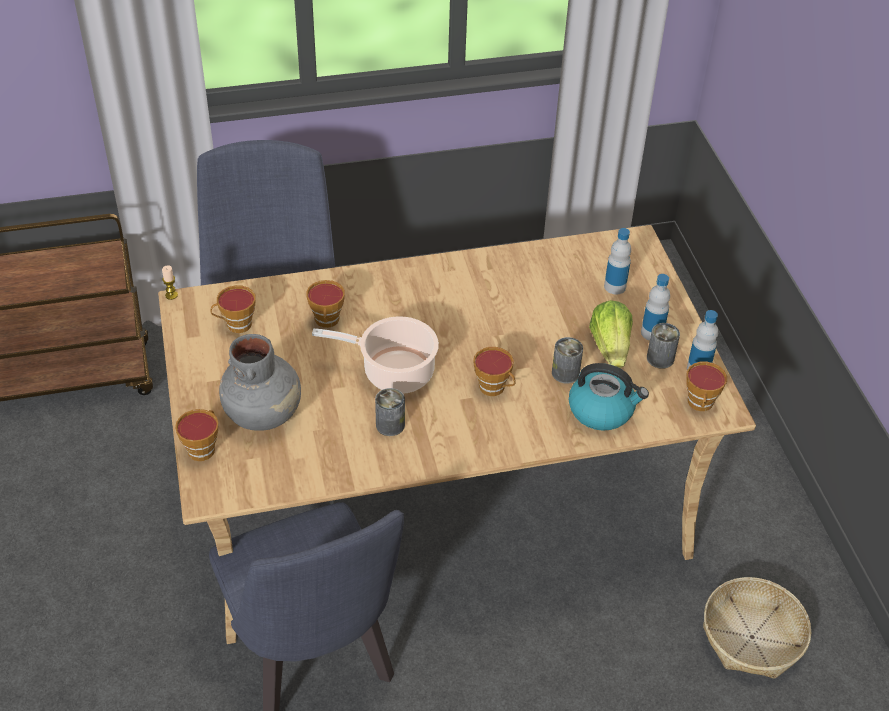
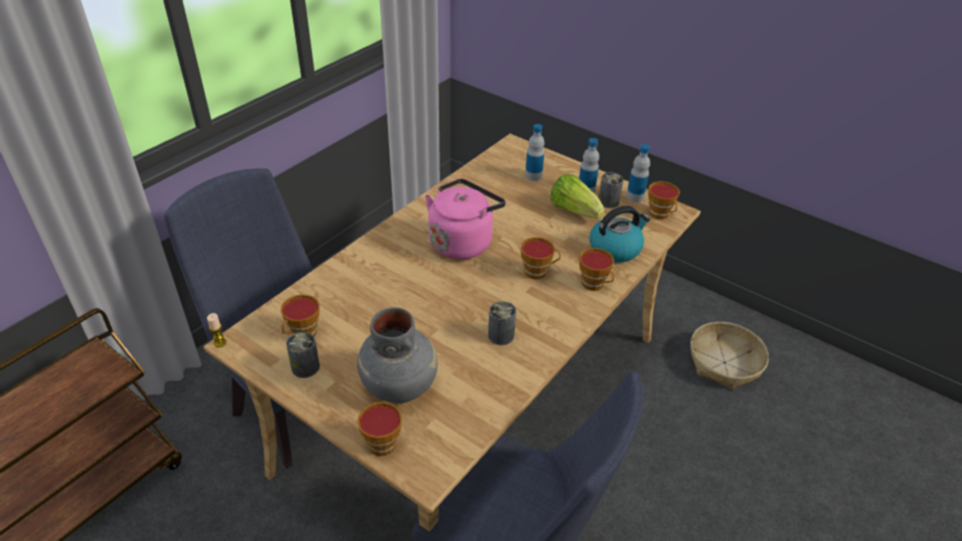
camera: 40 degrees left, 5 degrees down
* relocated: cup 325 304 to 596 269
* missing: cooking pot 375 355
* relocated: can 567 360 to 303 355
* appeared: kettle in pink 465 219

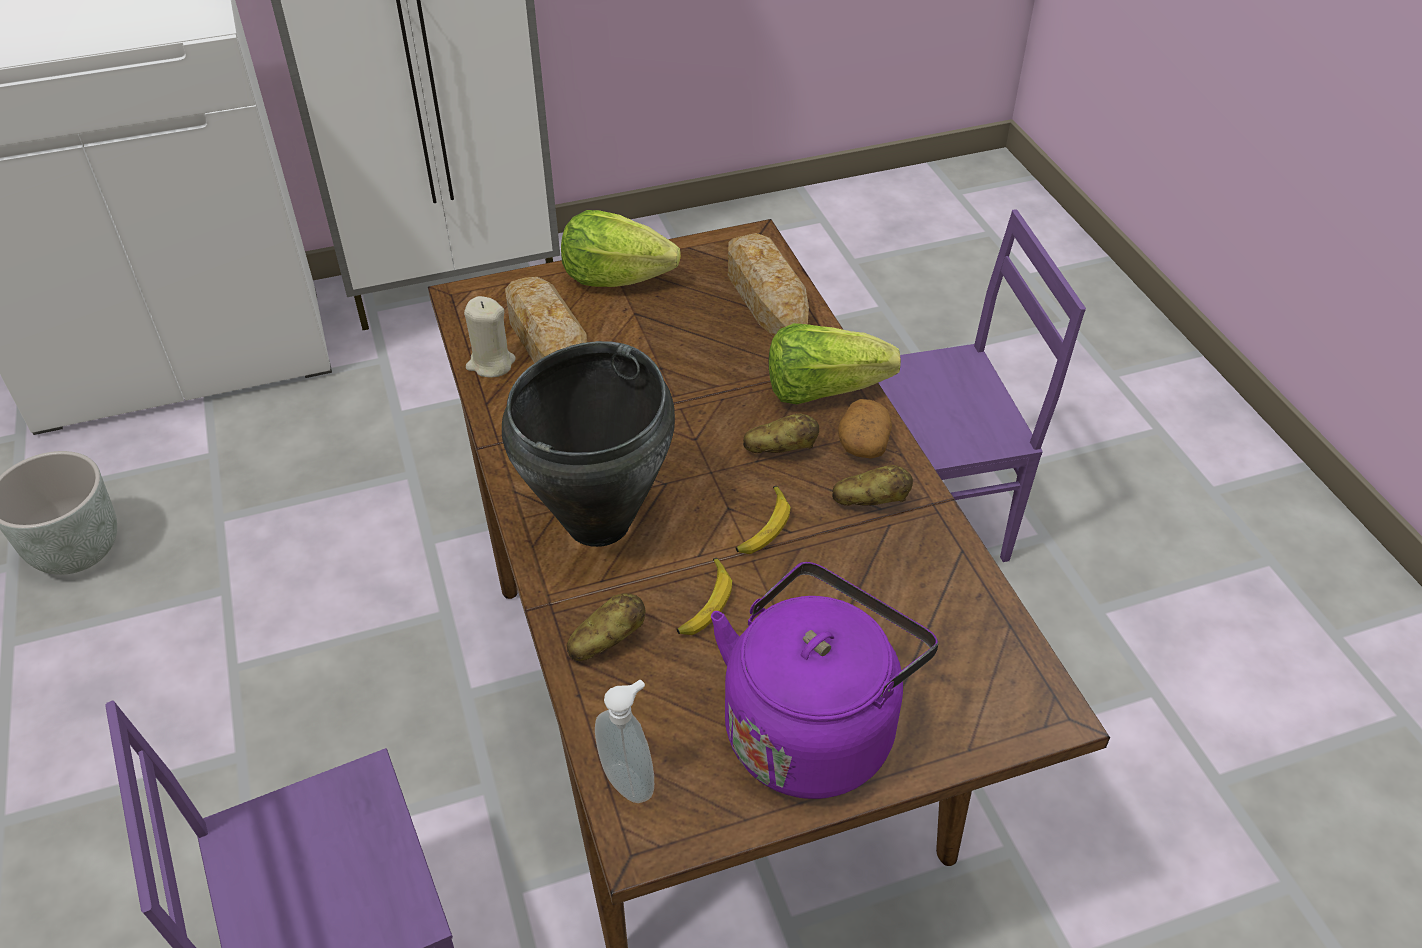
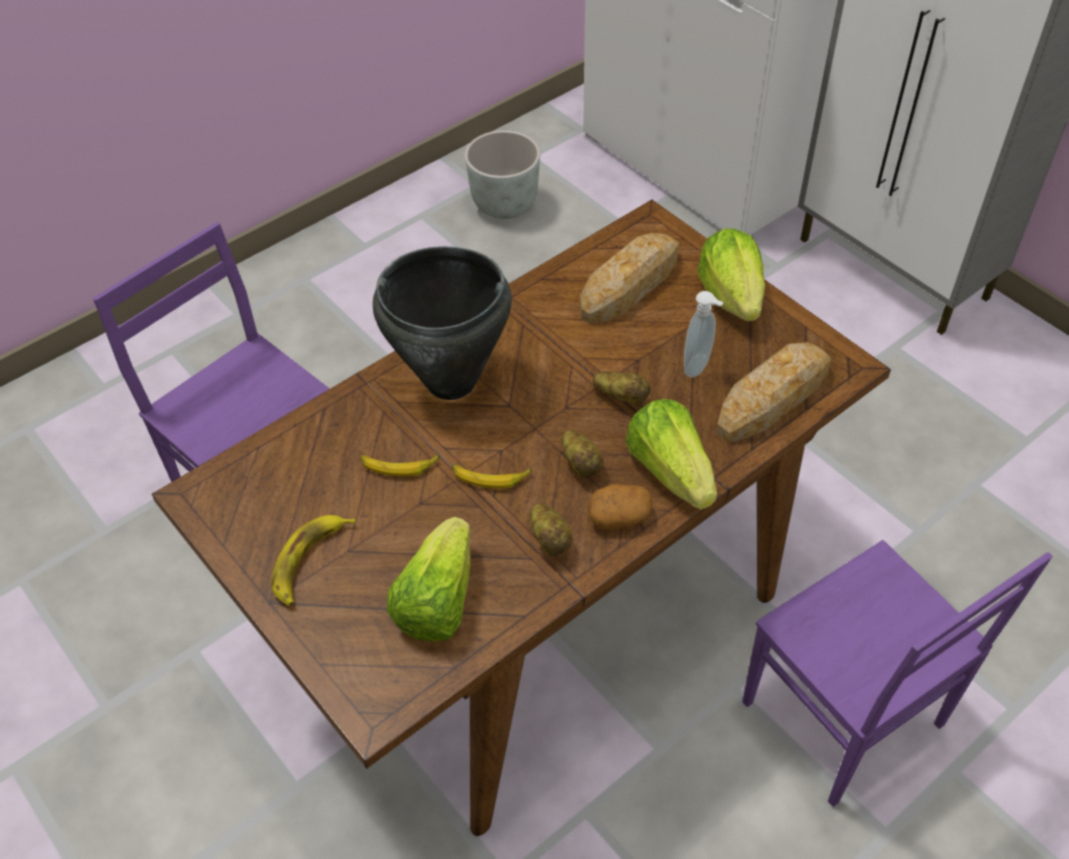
camera: 70 degrees right, 5 degrees up
* missing: candle in beige 490 337
* relocated: potato 606 627 to 622 388
* relocated: soap dispenser 624 741 to 704 334
* exchanged: kettle in purple 824 680 to banana 313 560
* appeared: lettuce 428 579

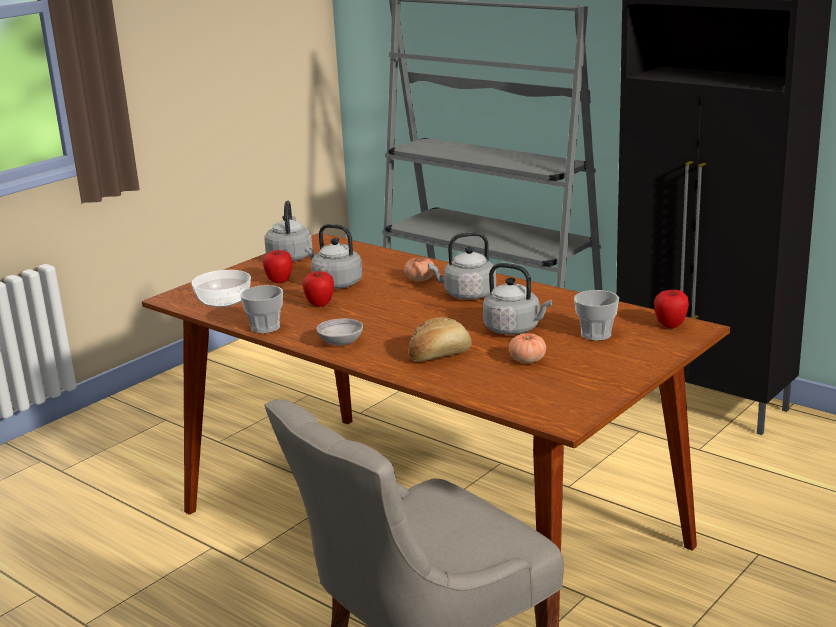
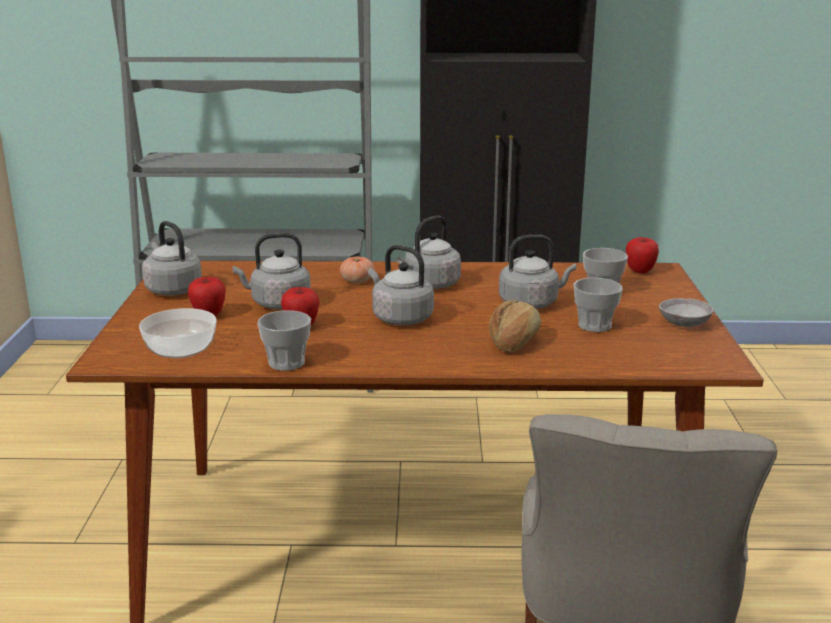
camera: 40 degrees left, 0 degrees up
* relocated: bowl in grey 340 331 to 686 312
* exchanged: tomato 527 348 to cup 598 305
* appeared: kettle in grey 401 285

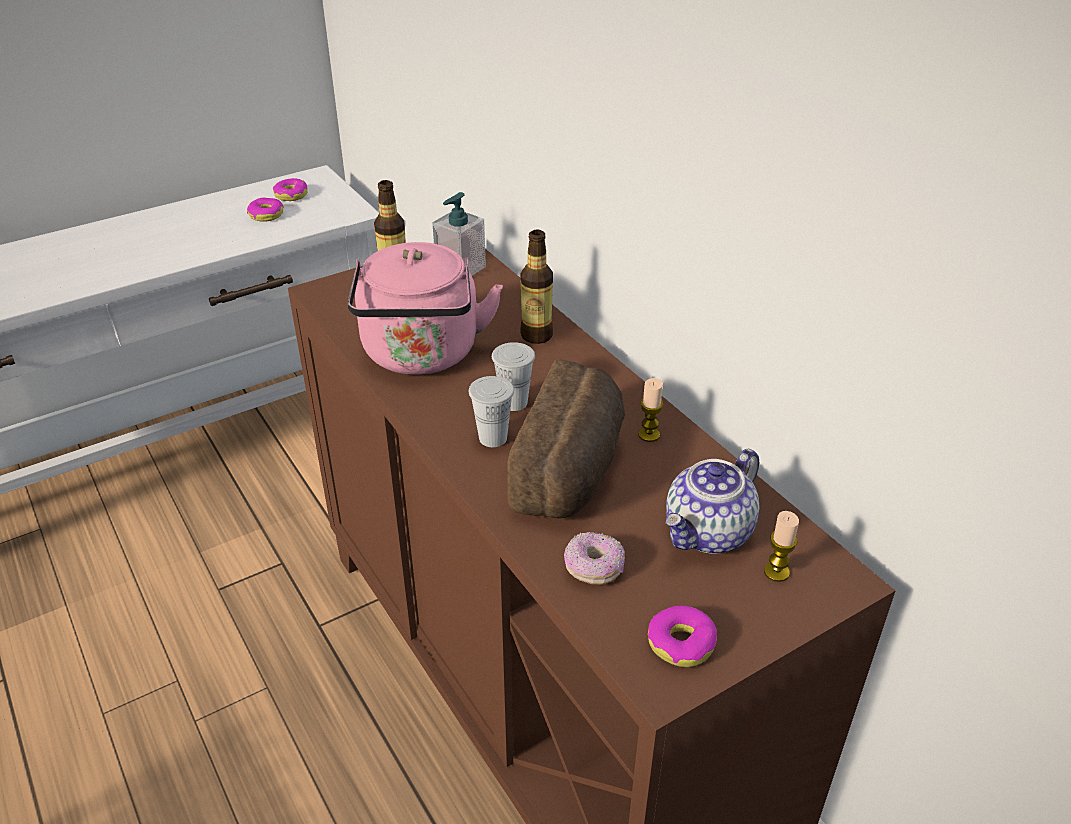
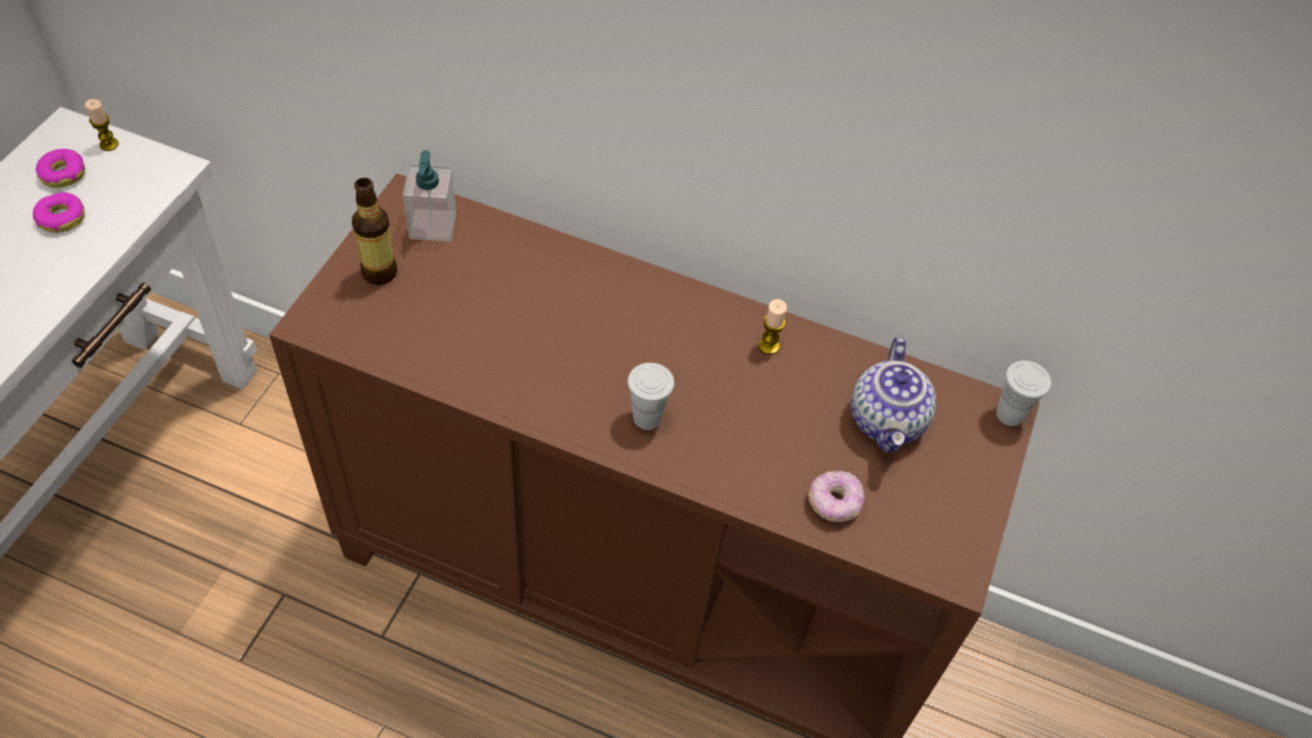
camera: 40 degrees left, 15 degrees up
* missing: kettle in pink 425 308
* relocated: cup in white 513 376 to 1023 393
* missing: bread 566 438
* missing: bottle 536 287
* missing: donut 682 636
* relocated: candle 781 546 to 102 125

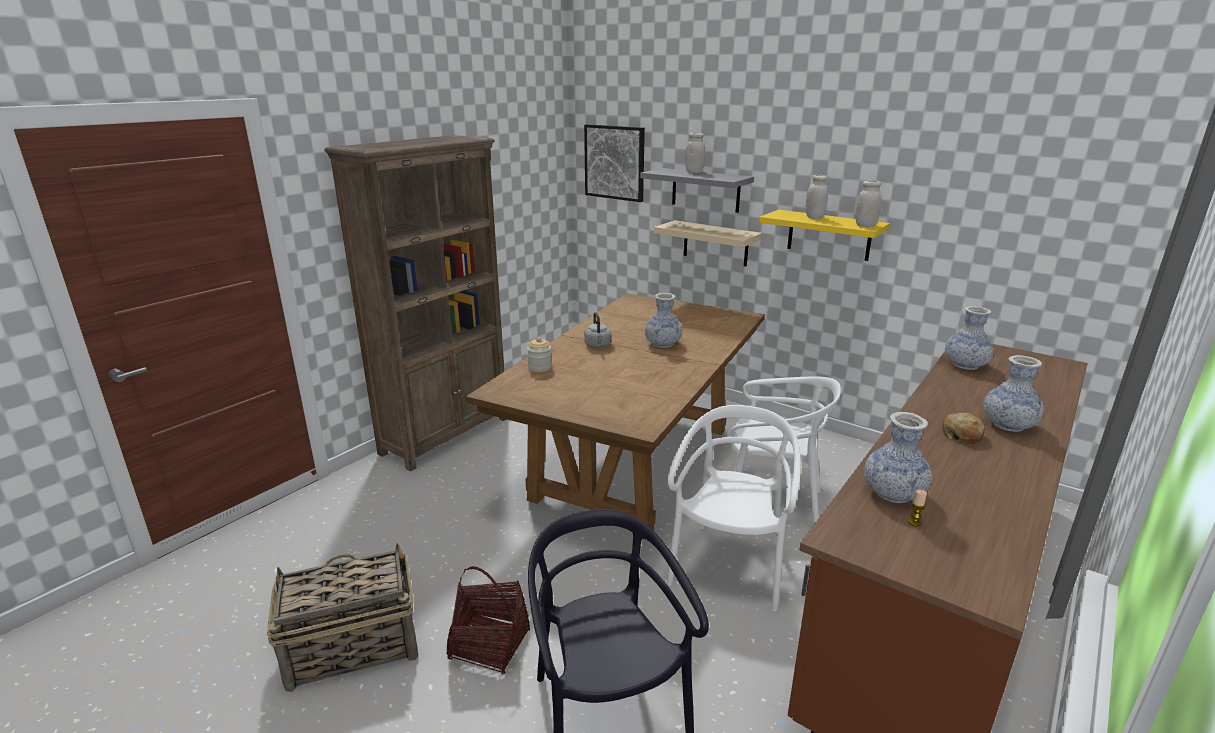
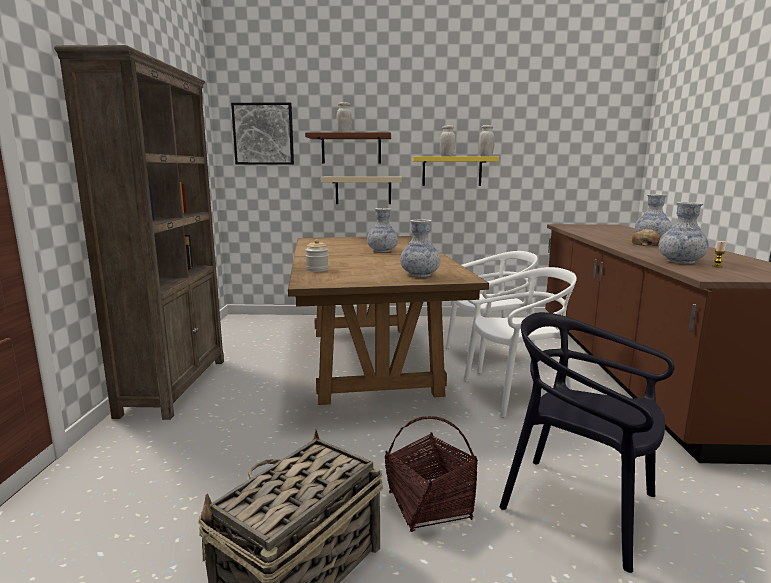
camera: 35 degrees left, 10 degrees down
* missing: kettle in grey 598 330
* colour: shelf in grey 697 190 to shelf in brown 348 148
* spun: chair in white 734 508 = 520 342 90 degrees clockwise
* relocated: vase 969 338 to 420 248

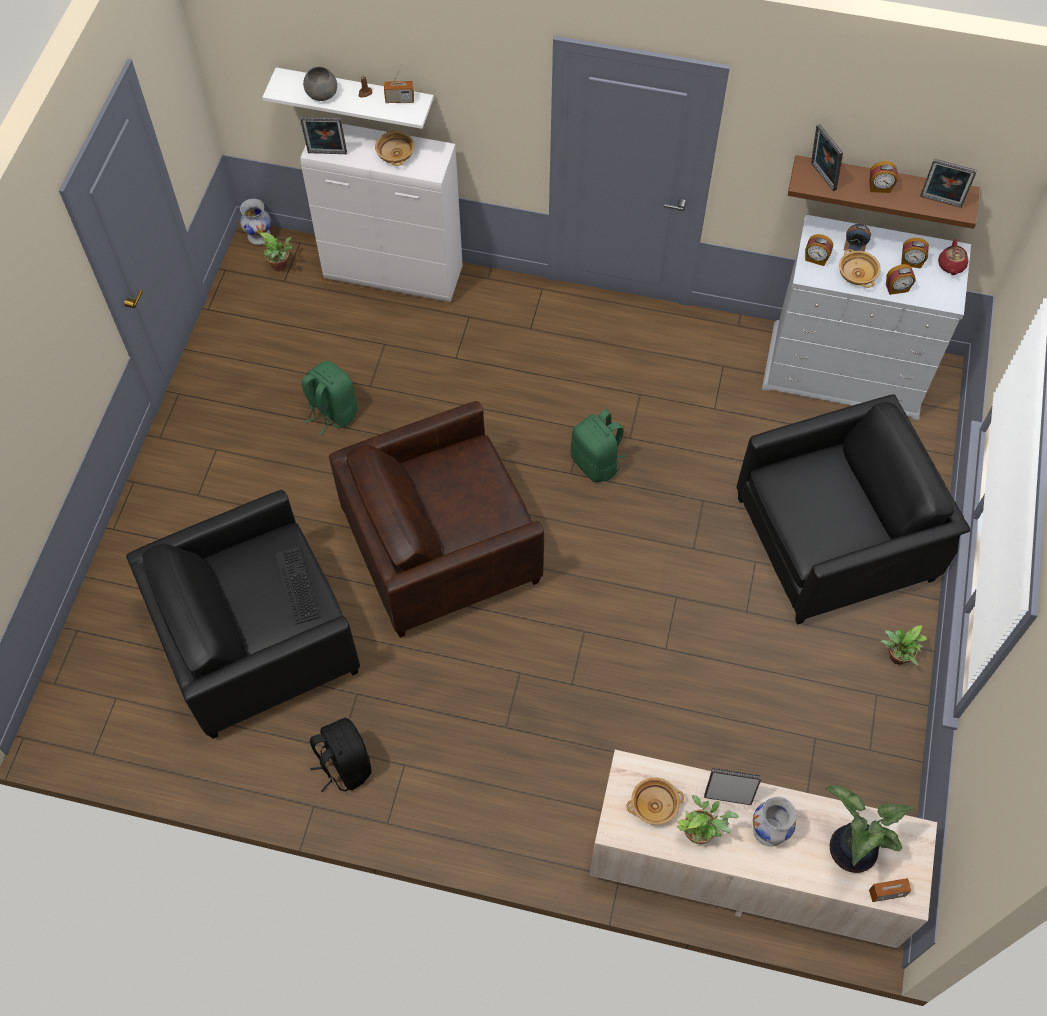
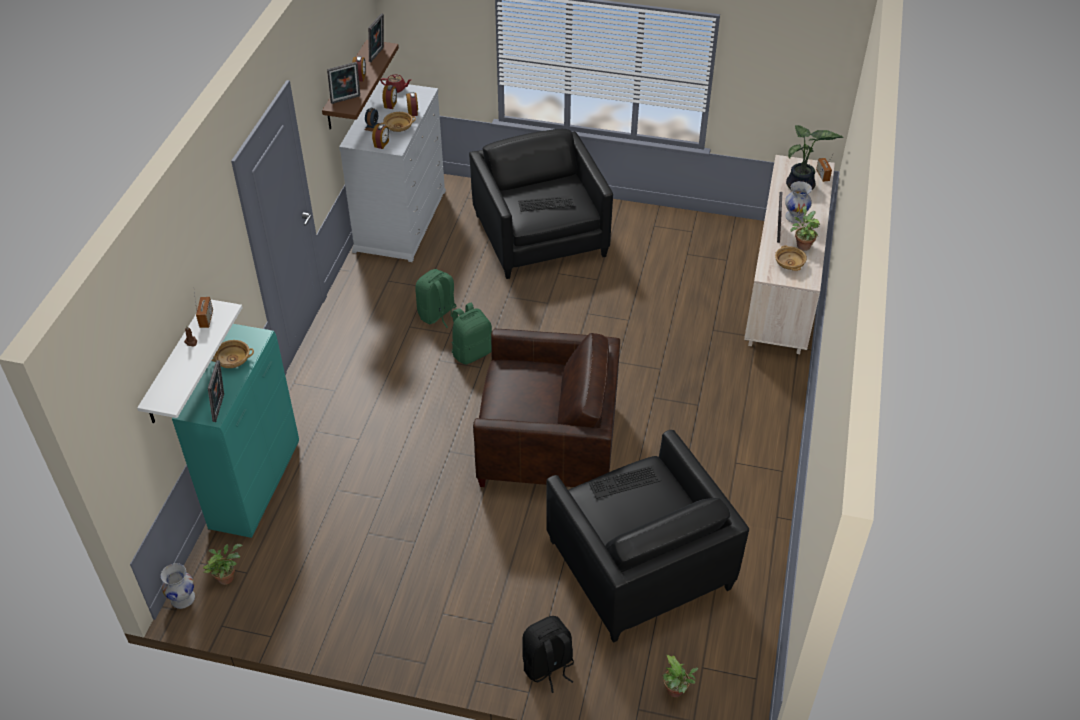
camera: 90 degrees left, 15 degrees down
* colour: cabinet in white 382 213 to cabinet in turquoise 235 431
* relocated: backpack in green 329 398 to 436 298
* missing: bowl in grey 320 83
* relocated: backpack in black 341 755 to 548 654
* spun: armchair in brown 436 519 = 546 407 60 degrees counterclockwise
* relocated: potted plant 903 645 to 680 676
* appeared: keyboard 547 204

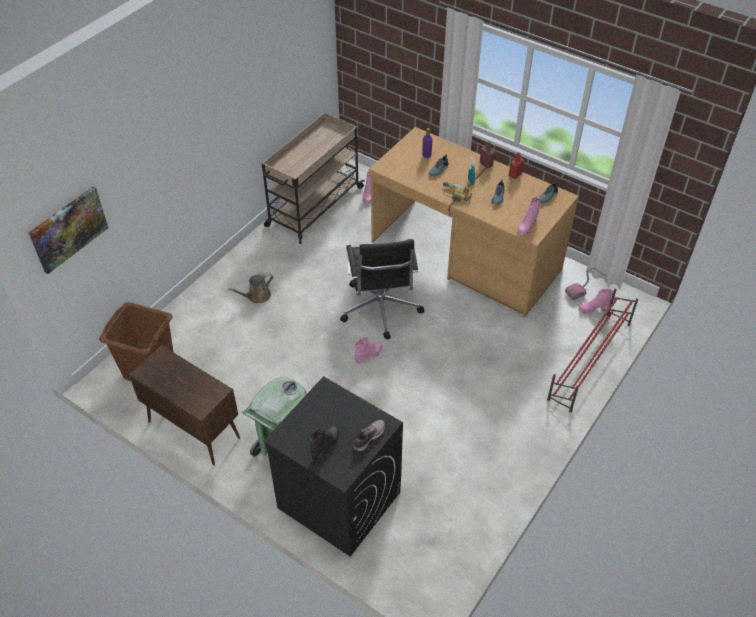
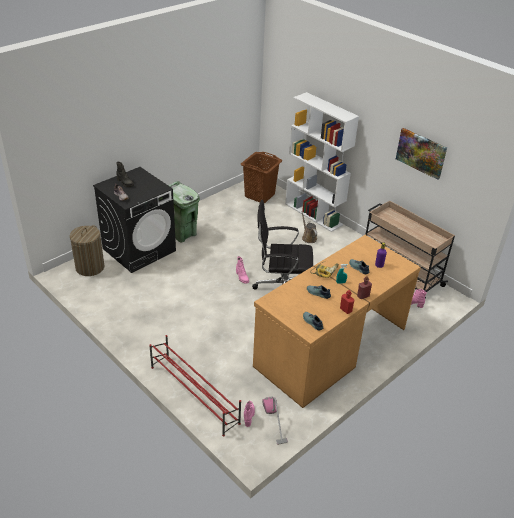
camera: 100 degrees right, 10 degrees down
* relocated: picture 68 230 to 421 154
* missing: cabinet in brown 184 405
* missing: boot in pink 529 216
* appeared: laundry basket 87 250
* appeared: bookcase in white 322 162

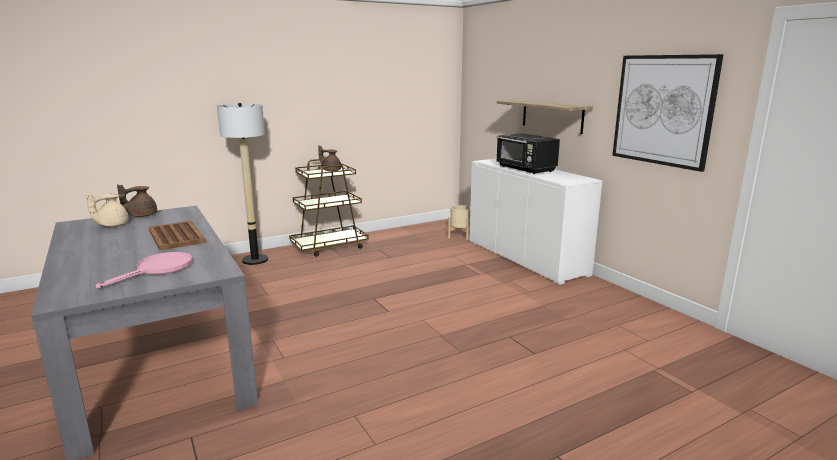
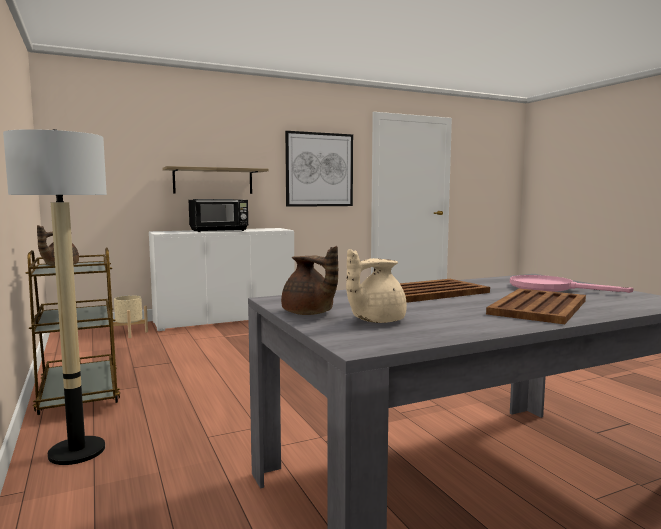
camera: 85 degrees left, 10 degrees down
* spun: teapot in beige 107 210 = 376 286 105 degrees clockwise
* appeared: tray in brown 536 306

